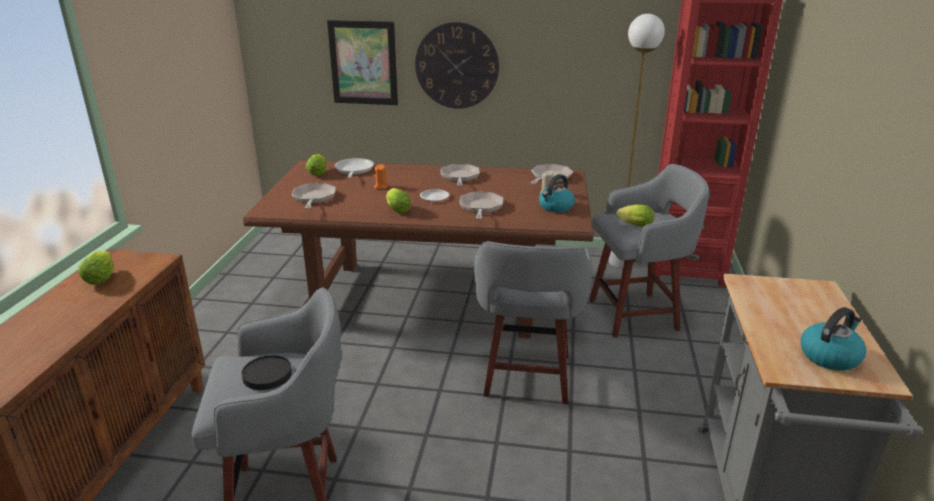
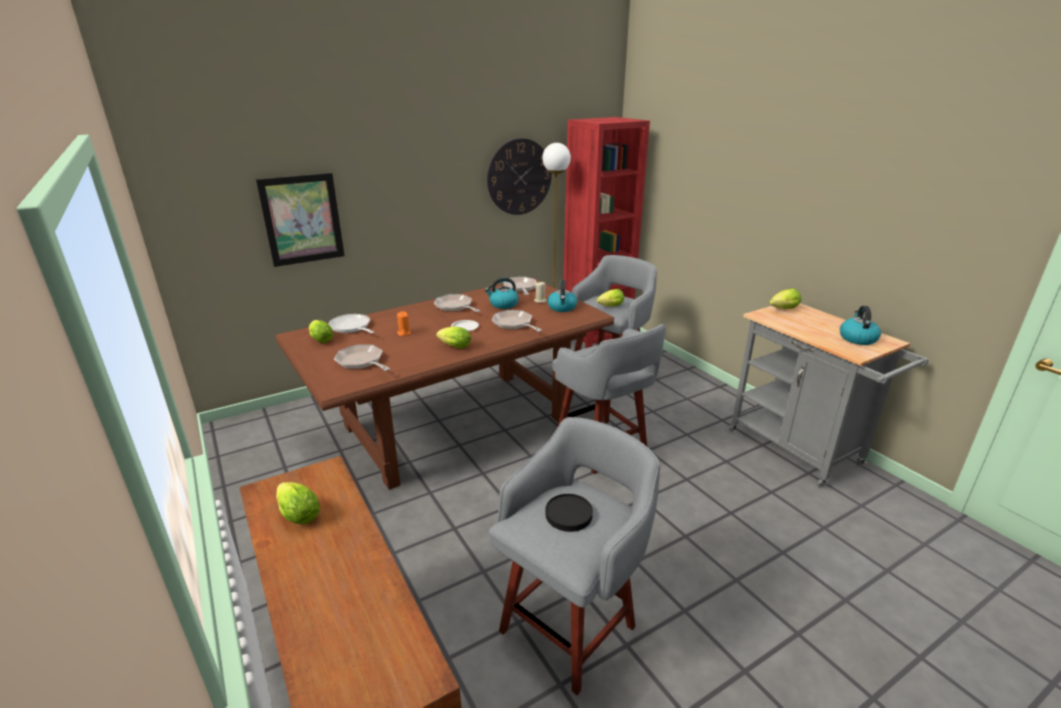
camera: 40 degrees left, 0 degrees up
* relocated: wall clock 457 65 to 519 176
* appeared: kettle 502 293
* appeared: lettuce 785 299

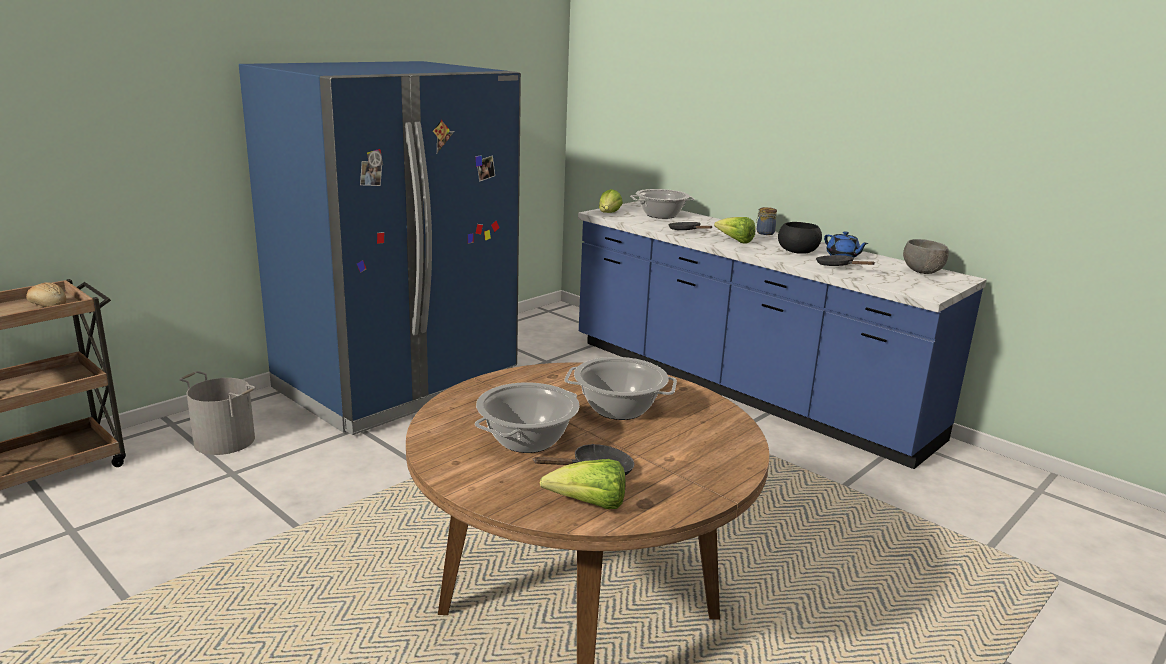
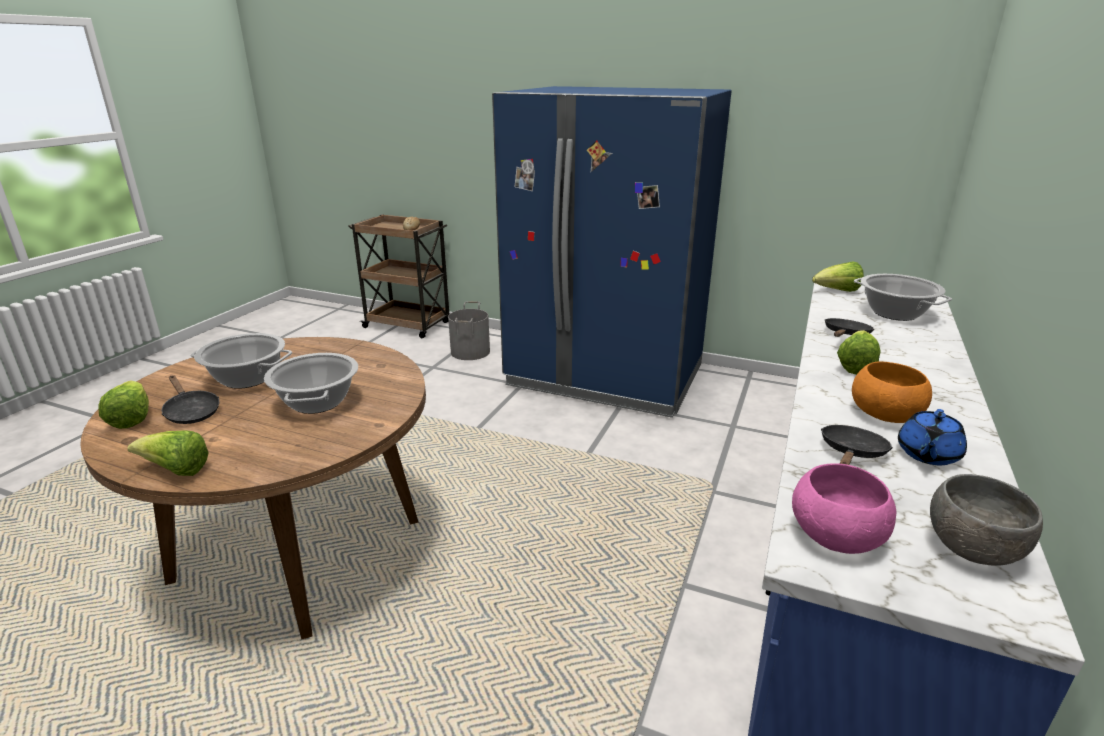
camera: 70 degrees right, 5 degrees up
* missing: jar 766 221
* colour: bowl in black 800 238 to bowl in orange 892 392
* appeared: lettuce 168 453
* appeared: bowl in pink 844 508

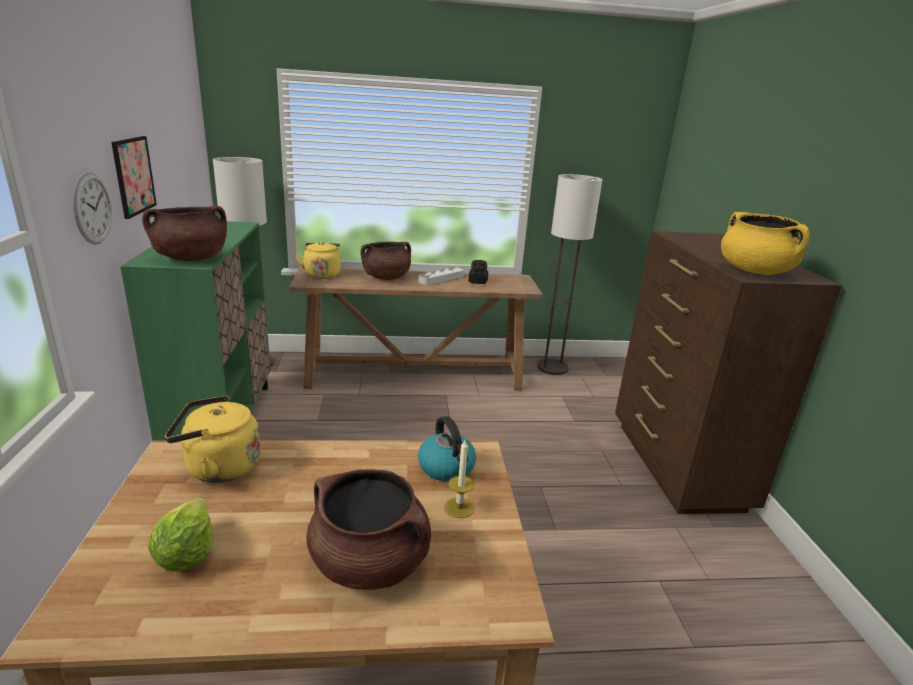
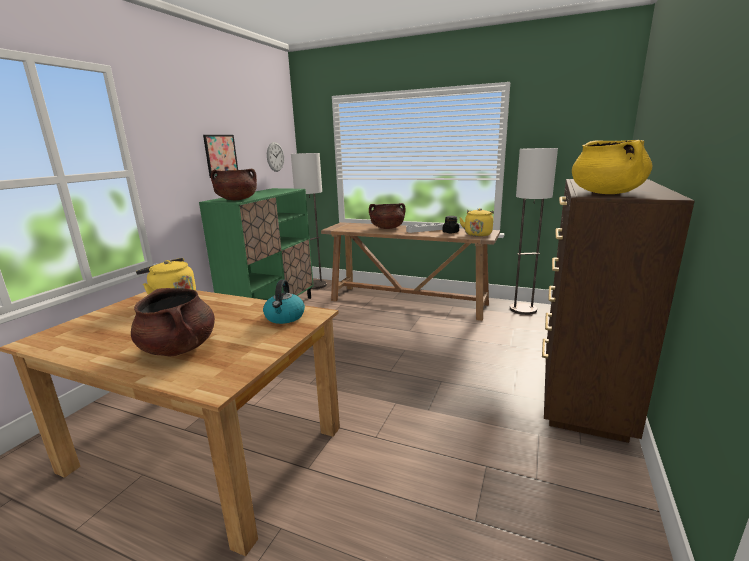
camera: 30 degrees right, 5 degrees down
* relocated: wall clock 92 208 to 275 157
* missing: lettuce 181 534
* relocated: kettle in yellow 317 260 to 476 222
* missing: candle 459 479

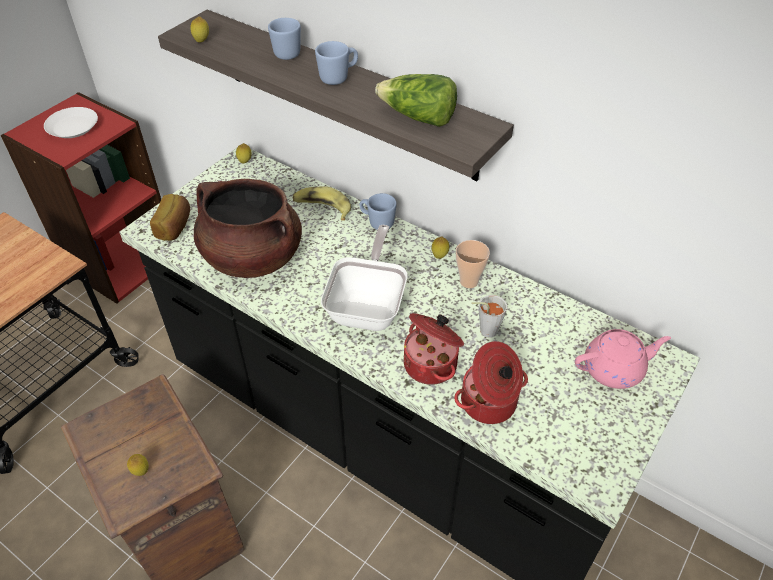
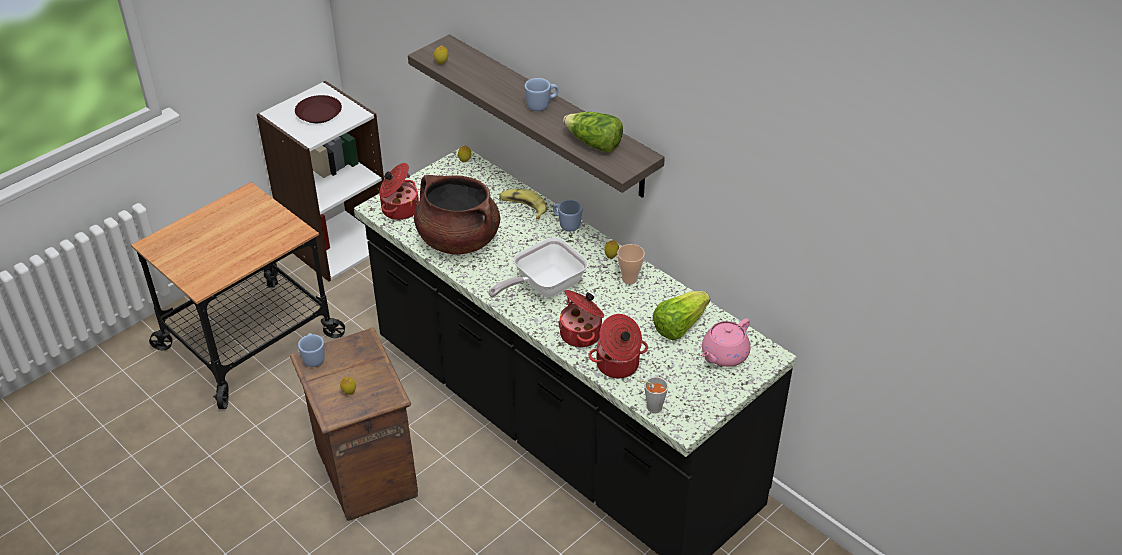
camera: 10 degrees right, 5 degrees down
* colour: bookcase in red 81 198 to bookcase in white 320 181
* colour: plate in white 71 122 to plate in brown 318 109
* exchanged: bread 170 217 to cooking pot 399 191
* relocated: mug in blue 284 39 to 311 350
* spun: frying pan 364 278 = 538 267 150 degrees counterclockwise
* relocated: cup in grey 489 316 to 652 395
* spun: teapot in pink 623 359 = 726 342 135 degrees clockwise
* appeared: lettuce 681 315

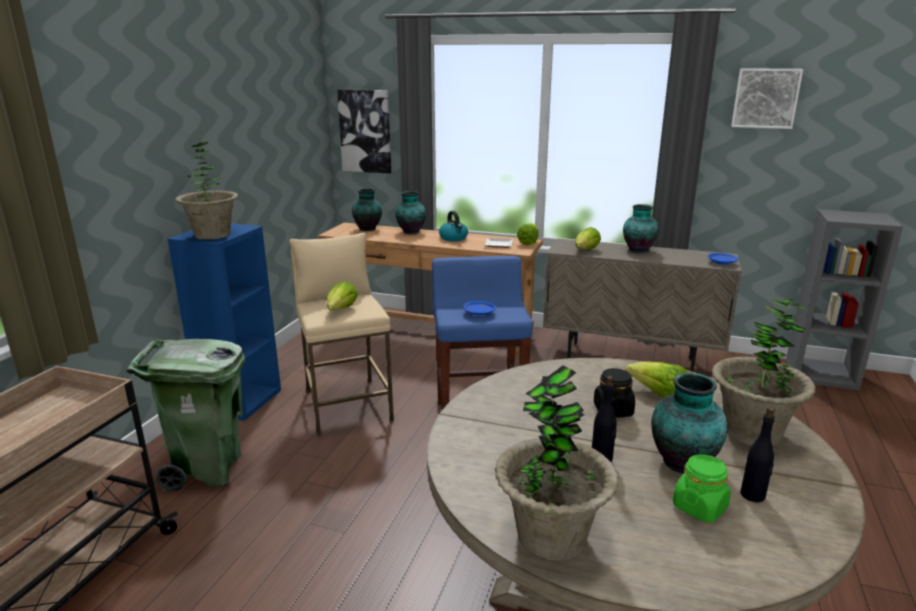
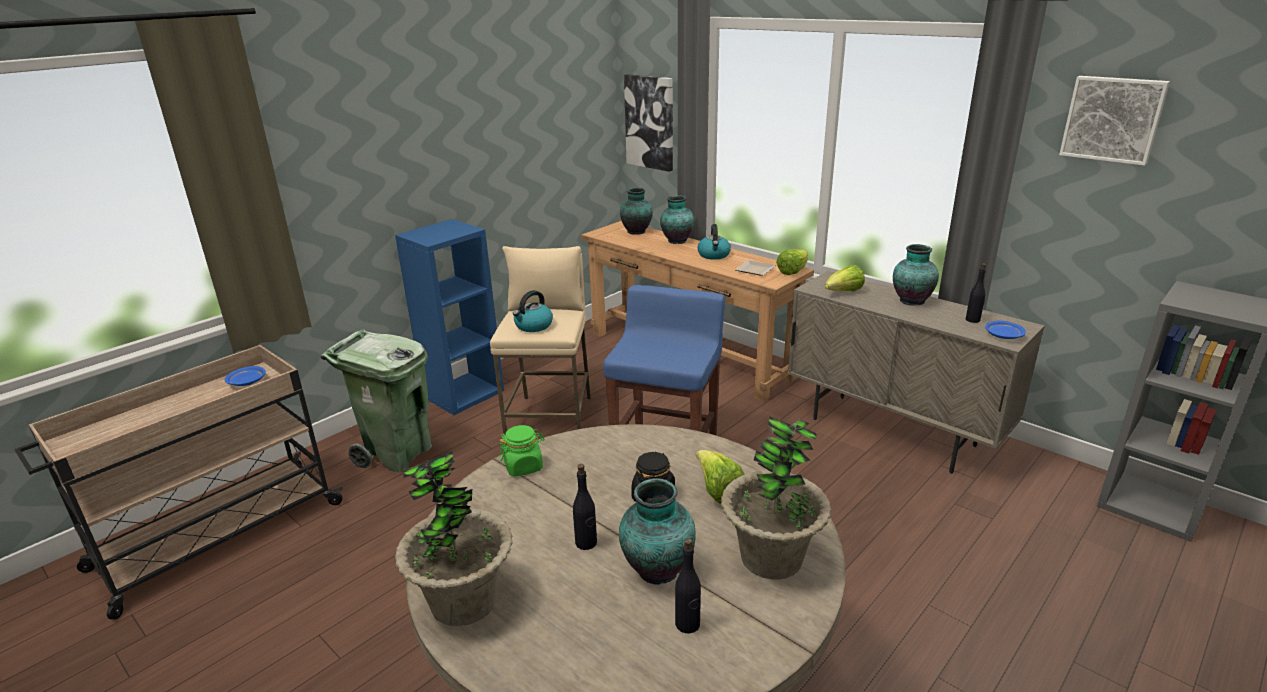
camera: 25 degrees right, 5 degrees up
* missing: potted plant 207 191
* exchanged: lettuce 342 295 to kettle 533 311
* relocated: plate in blue 479 308 to 245 376
* relocated: jar in green 702 488 to 522 451
* appeared: bottle in black 976 293

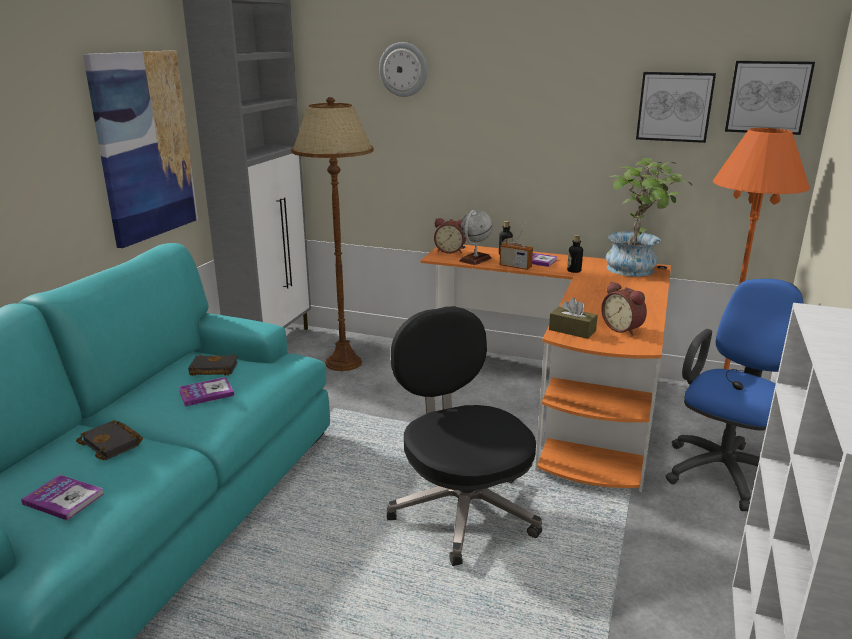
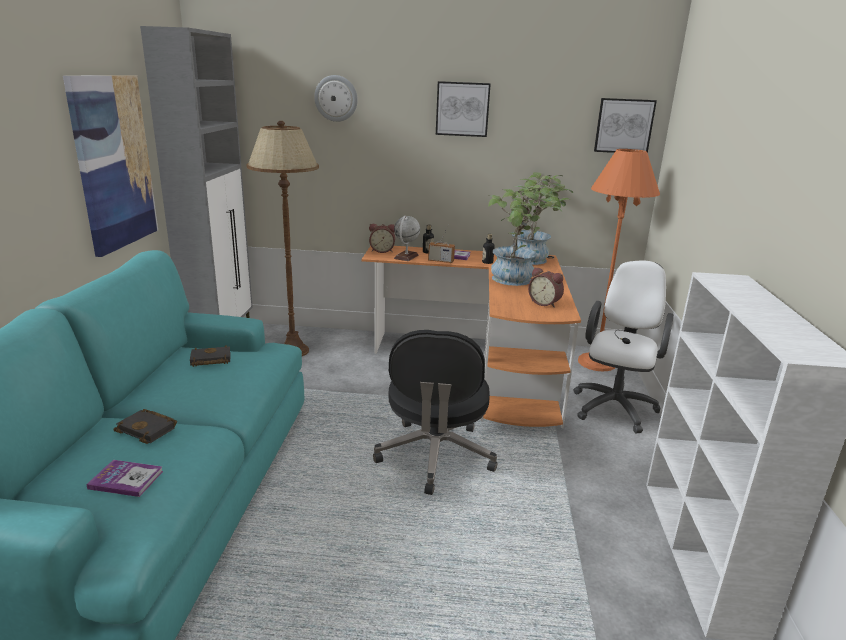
camera: 15 degrees left, 0 degrees up
* missing: book 206 392
* spun: office chair in black 464 436 = 435 412 135 degrees counterclockwise
* missing: tissue box in brown 573 318
* relocated: picture 676 107 to 463 109
* colour: office chair in blue 734 395 to office chair in white 623 347
* appeared: potted plant 525 235

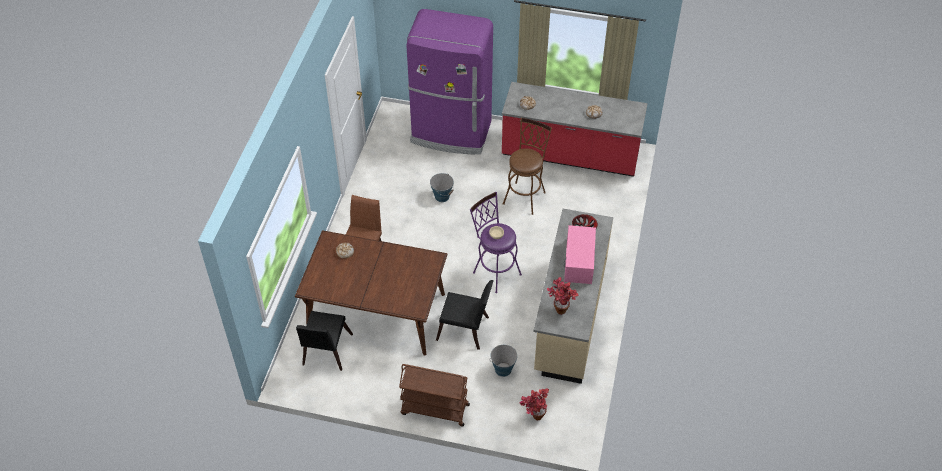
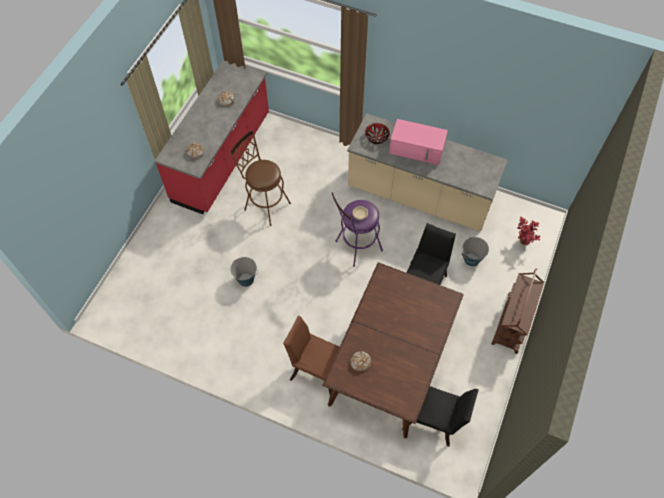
camera: 80 degrees left, 10 degrees up
* missing: fridge in purple 449 81
* missing: potted plant 562 296

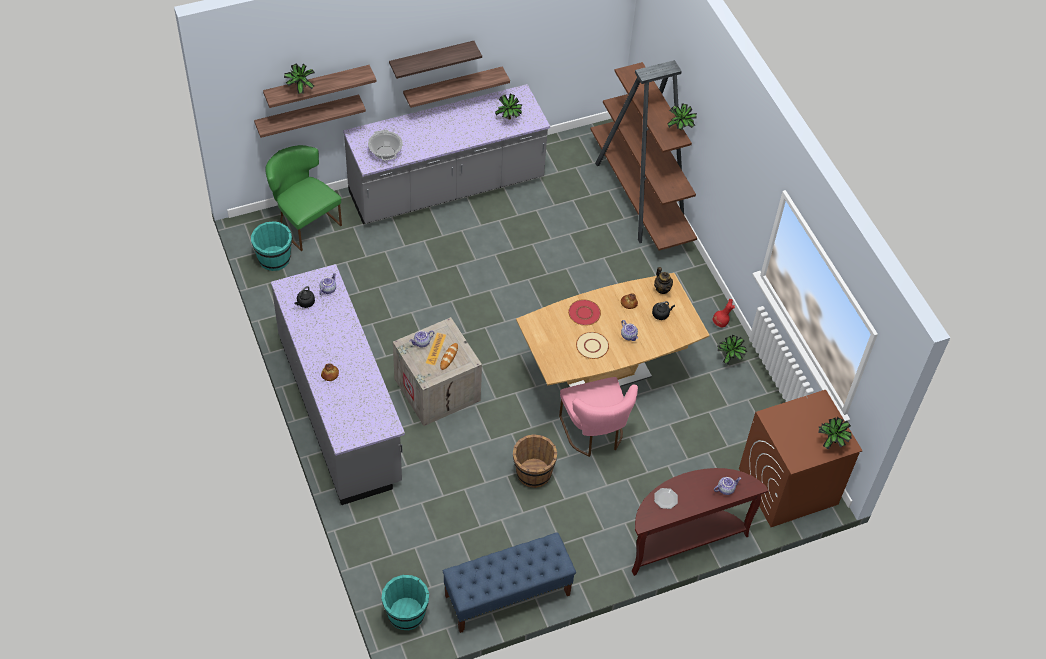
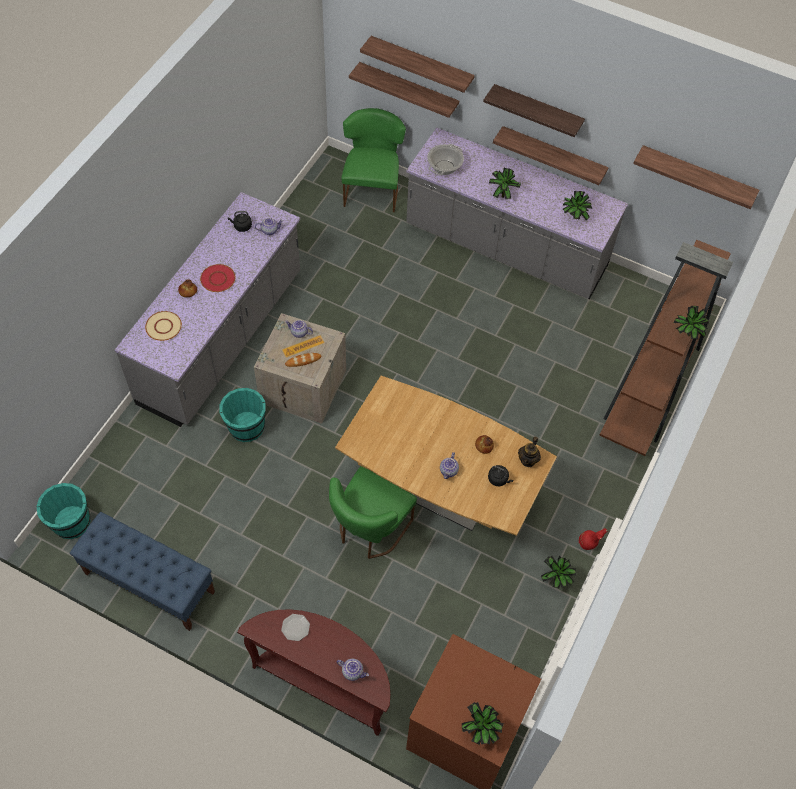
camera: 50 degrees right, 5 degrees up
* relocated: bucket in turquoise 271 246 to 242 415
* relocated: potted plant 299 78 to 505 183
* missing: bucket in brown 535 461
* colour: chair in pink 598 417 to chair in green 373 512
* relocated: plate in red 584 312 to 218 278
* relocated: plate in beige 592 345 to 163 326
* appeared: shelf 696 177

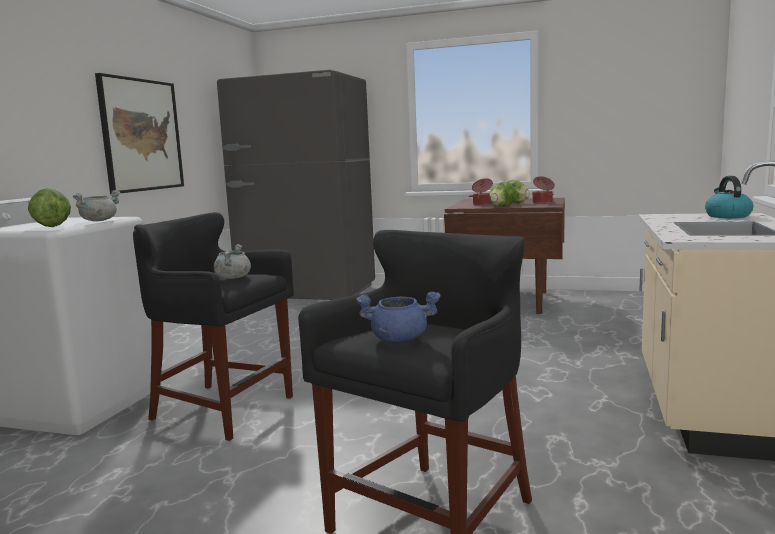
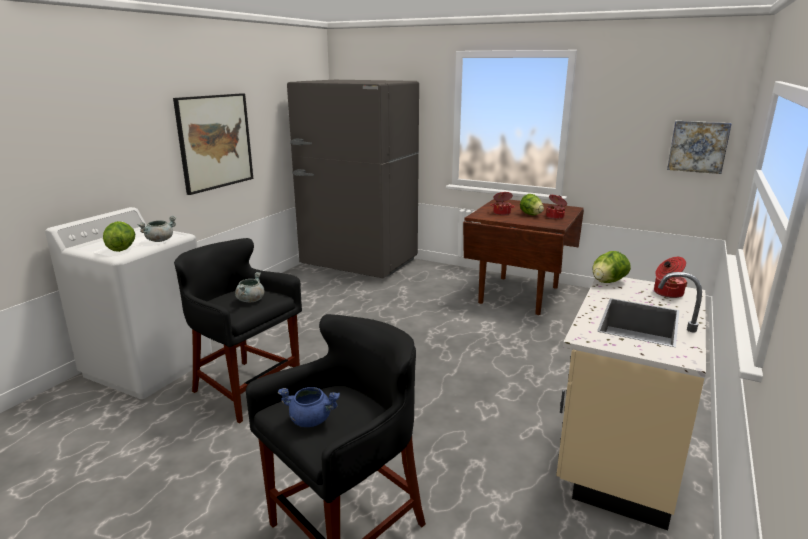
camera: 10 degrees right, 10 degrees up
* relocated: lettuce 503 194 to 611 267
* exchanged: kettle 729 197 to cooking pot 670 277
* appeared: picture 699 147

